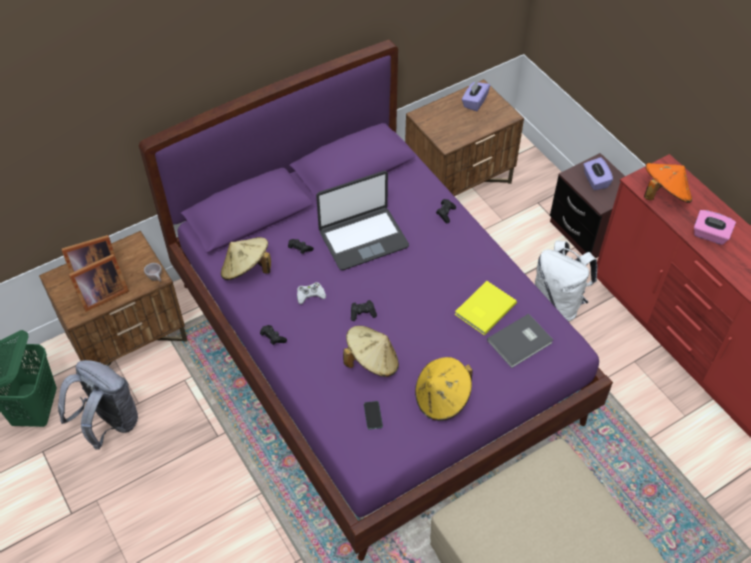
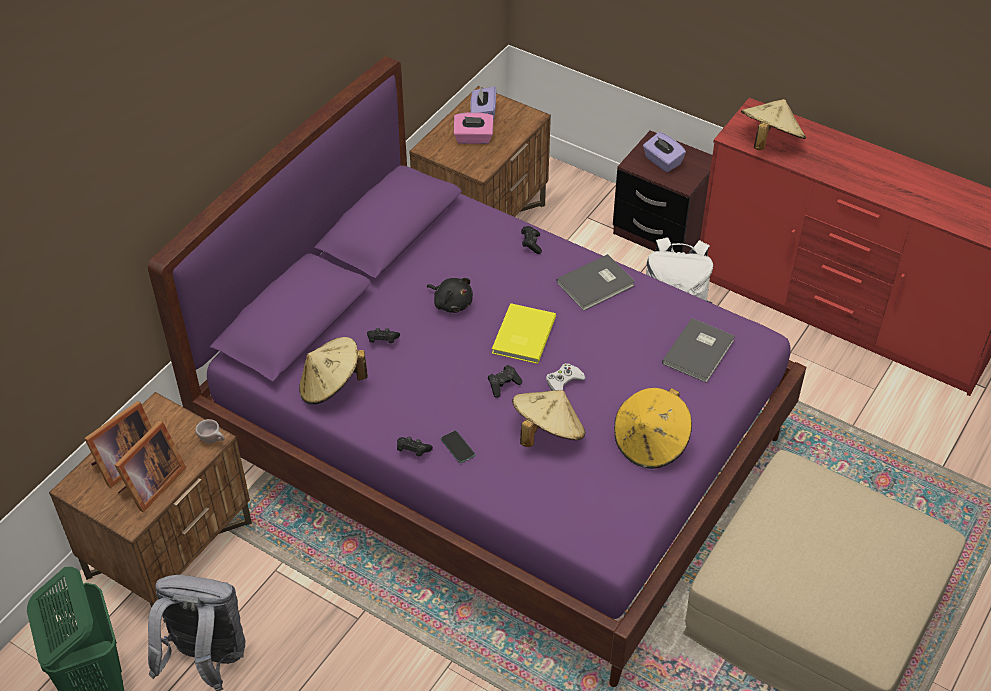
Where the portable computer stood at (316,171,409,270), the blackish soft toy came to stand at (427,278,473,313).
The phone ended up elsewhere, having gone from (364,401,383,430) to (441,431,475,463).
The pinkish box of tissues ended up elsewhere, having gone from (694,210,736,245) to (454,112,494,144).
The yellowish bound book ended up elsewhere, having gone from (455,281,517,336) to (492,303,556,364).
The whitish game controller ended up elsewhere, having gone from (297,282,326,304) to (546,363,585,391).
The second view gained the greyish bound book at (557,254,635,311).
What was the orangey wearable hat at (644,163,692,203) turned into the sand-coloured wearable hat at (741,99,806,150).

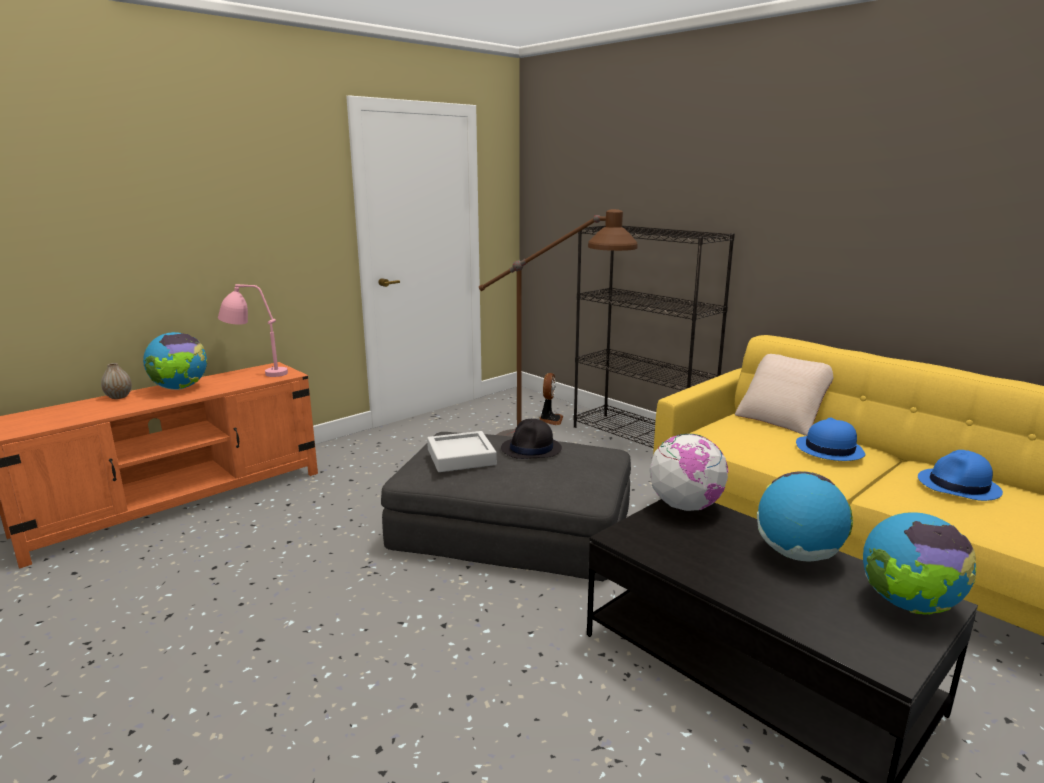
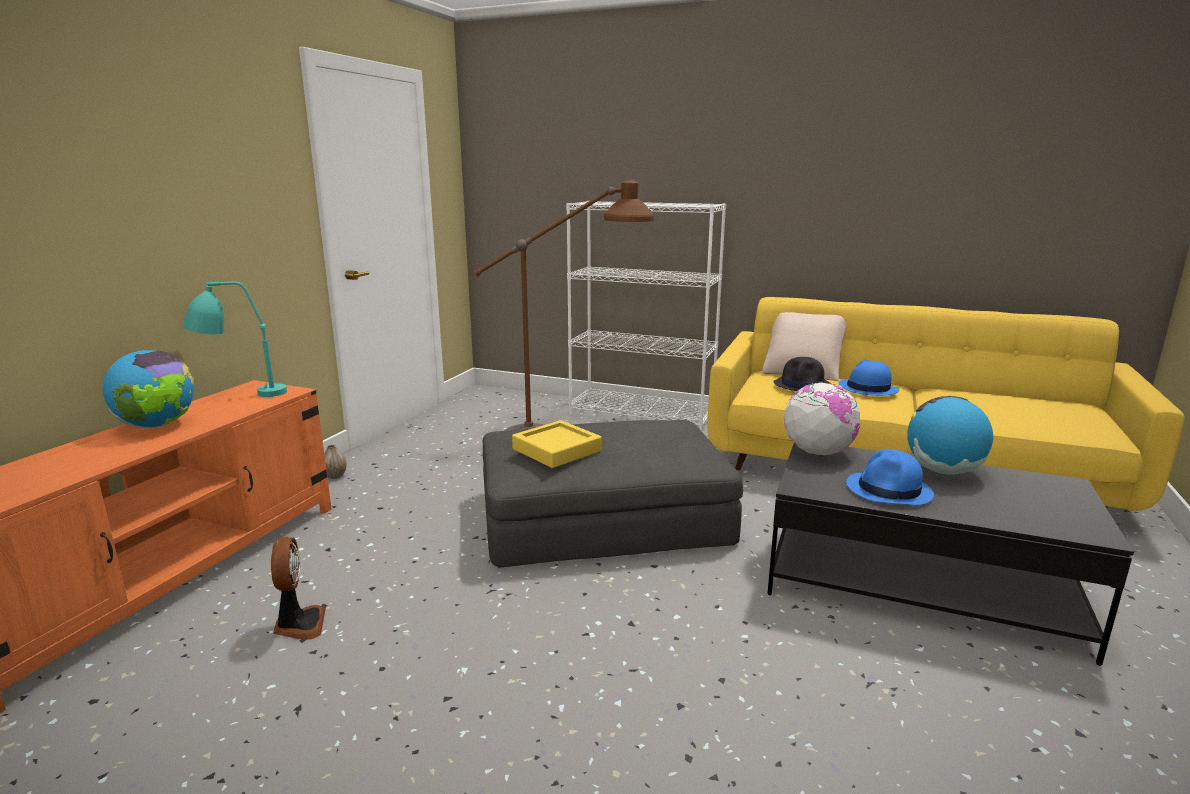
What was the pinkish tabletop lamp at (218,284,288,377) turned into the blue-green tabletop lamp at (183,282,287,397).
The fan ended up elsewhere, having gone from (539,373,563,425) to (271,537,326,640).
The flower vase ended up elsewhere, having gone from (101,363,132,399) to (324,445,347,479).
What was the greyish carrying tray at (427,431,497,472) turned into the yellowish carrying tray at (512,420,602,468).
What was the blackish shelving unit at (573,226,735,448) turned into the whitish shelving unit at (566,201,726,431).
The blackish wearable hat ended up elsewhere, having gone from (501,419,562,459) to (773,357,831,391).
The blue-coloured wearable hat ended up elsewhere, having gone from (918,450,1003,501) to (846,449,934,505).
The second view lost the globe at (863,512,976,615).

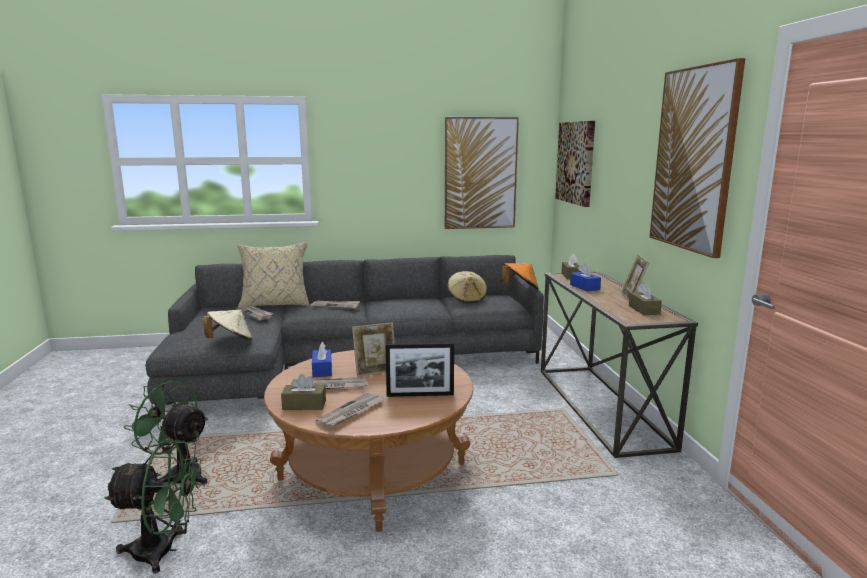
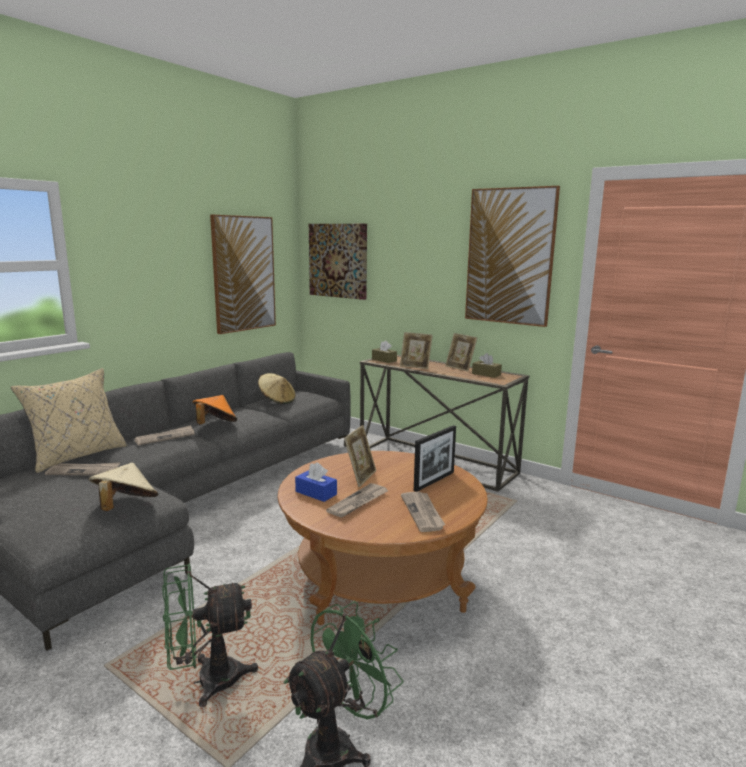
The orangey wearable hat ended up elsewhere, having gone from (502,263,539,289) to (193,395,237,424).
Where the blue-coloured box of tissues stood at (570,263,601,291), the photo frame came to stand at (400,332,433,369).
The second view lost the brownish box of tissues at (281,374,326,410).

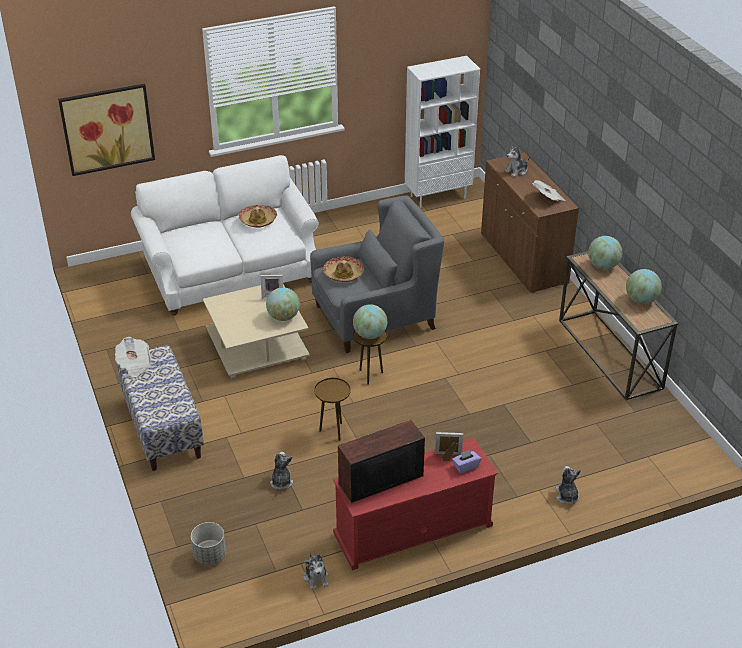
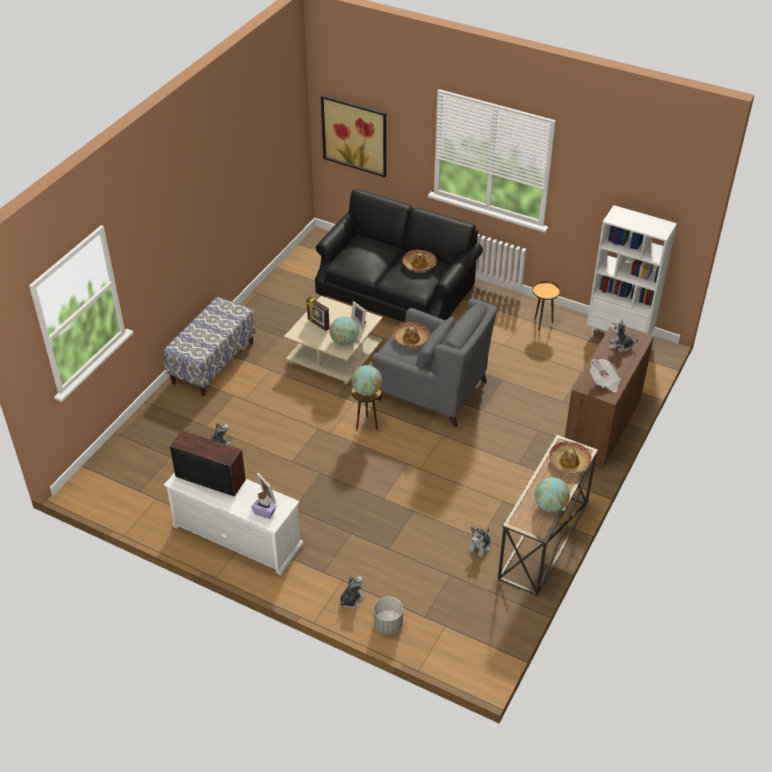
What was the red media console at (333,438,498,570) turned into the whitish media console at (164,473,304,575).
The second view gained the photo frame at (306,297,330,331).
What was the whitish couch at (131,155,319,316) turned into the blackish couch at (315,189,483,323).
The greyish planter ended up elsewhere, having gone from (191,522,226,565) to (374,597,403,634).
The soft toy ended up elsewhere, having gone from (304,552,329,590) to (469,527,491,557).
The brownish accent table ended up elsewhere, having gone from (314,378,351,441) to (532,281,560,330).
Where the globe stood at (588,236,622,269), the wearable hat came to stand at (549,441,591,474).
The second view lost the newspaper at (115,337,151,377).

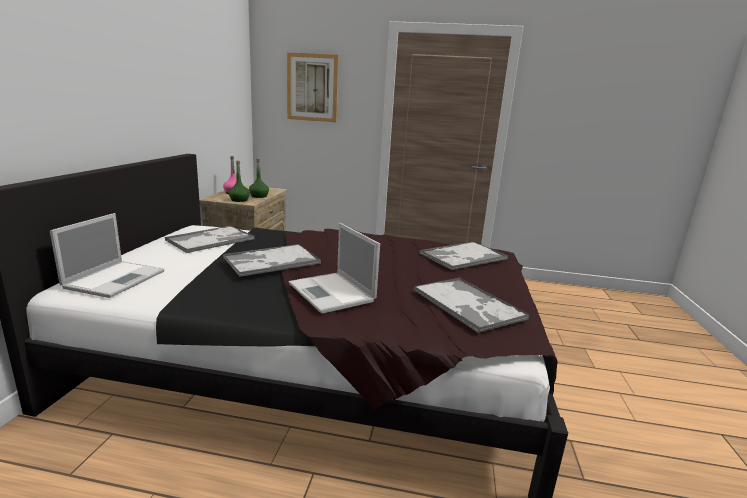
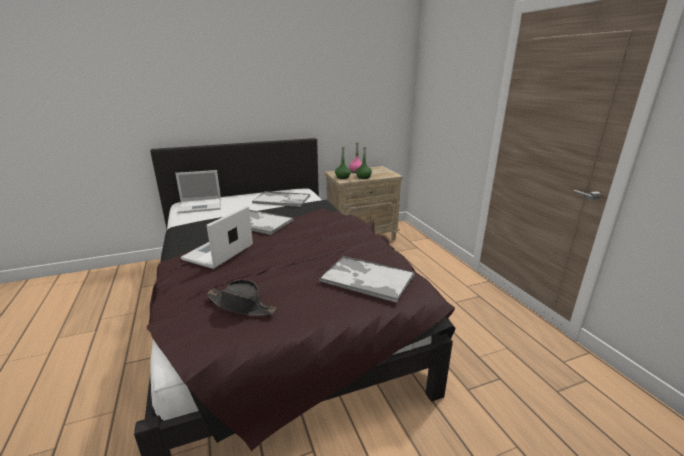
Where the carrying tray stood at (413,277,530,333), the blackish wearable hat came to stand at (206,280,277,316).
The second view lost the picture at (287,52,339,122).

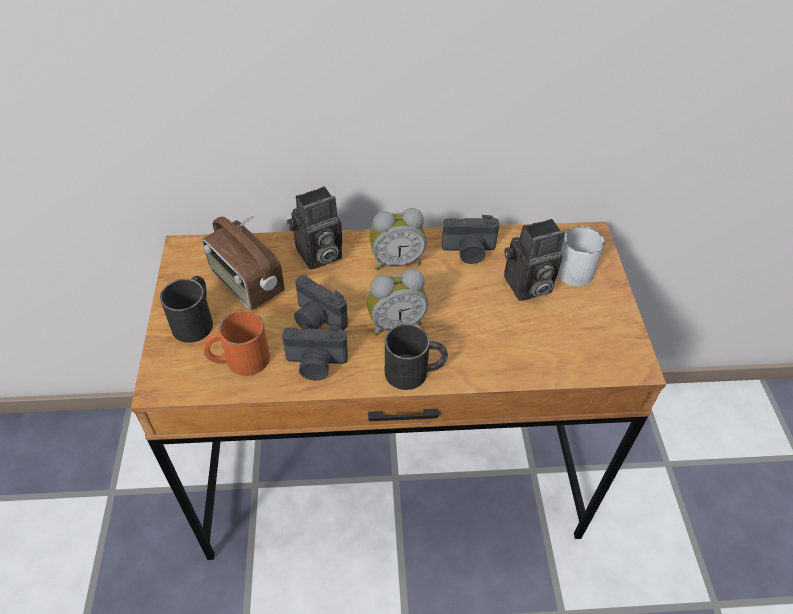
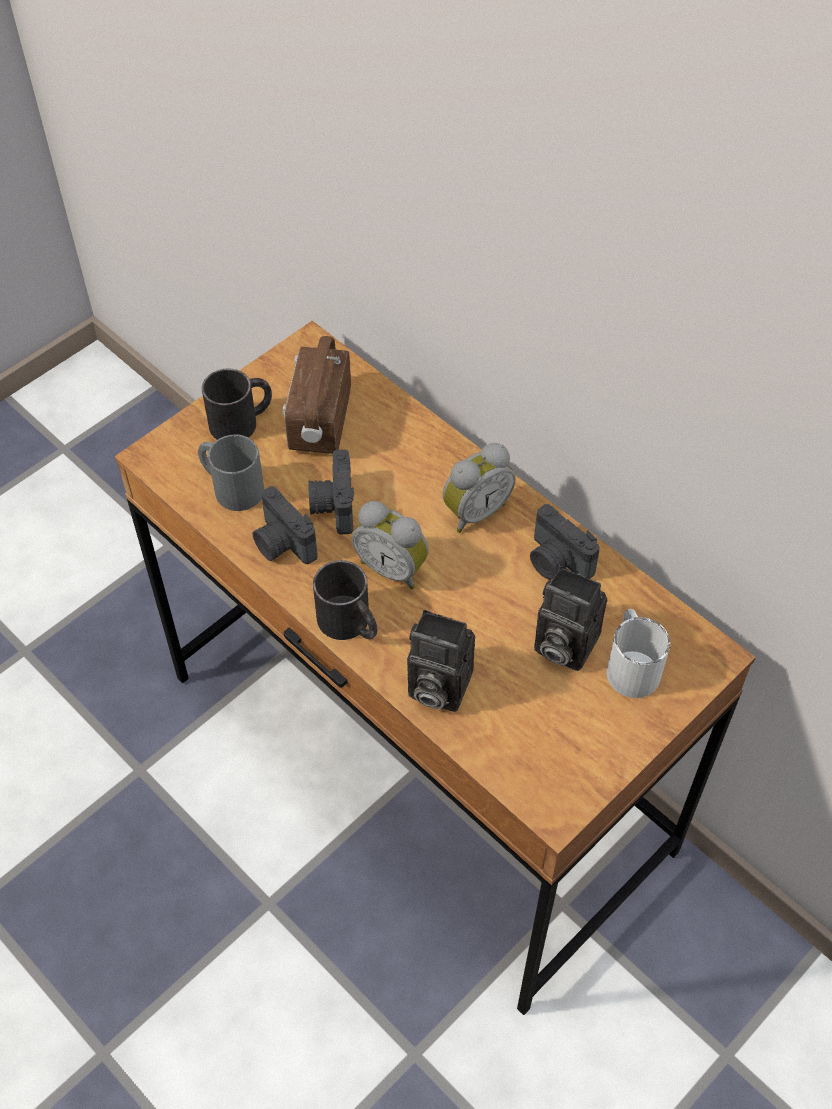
What was the orangey coffee mug at (203,310,270,376) turned into the greyish coffee mug at (198,434,264,511).
The still camera ended up elsewhere, having gone from (287,186,342,270) to (407,610,475,712).
The alarm clock at (369,208,426,270) ended up facing another way, 75 degrees counterclockwise from before.

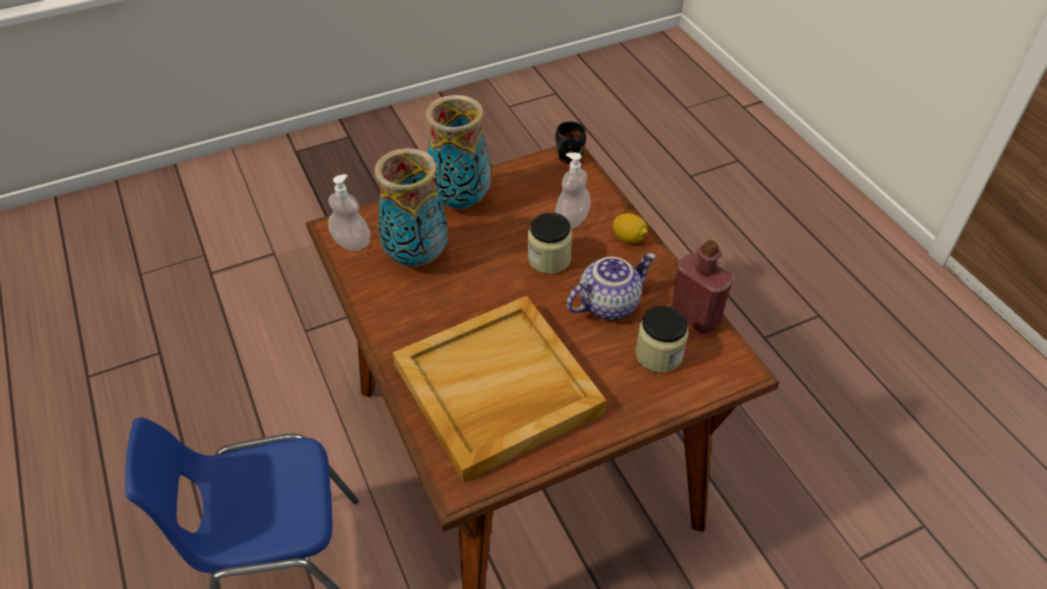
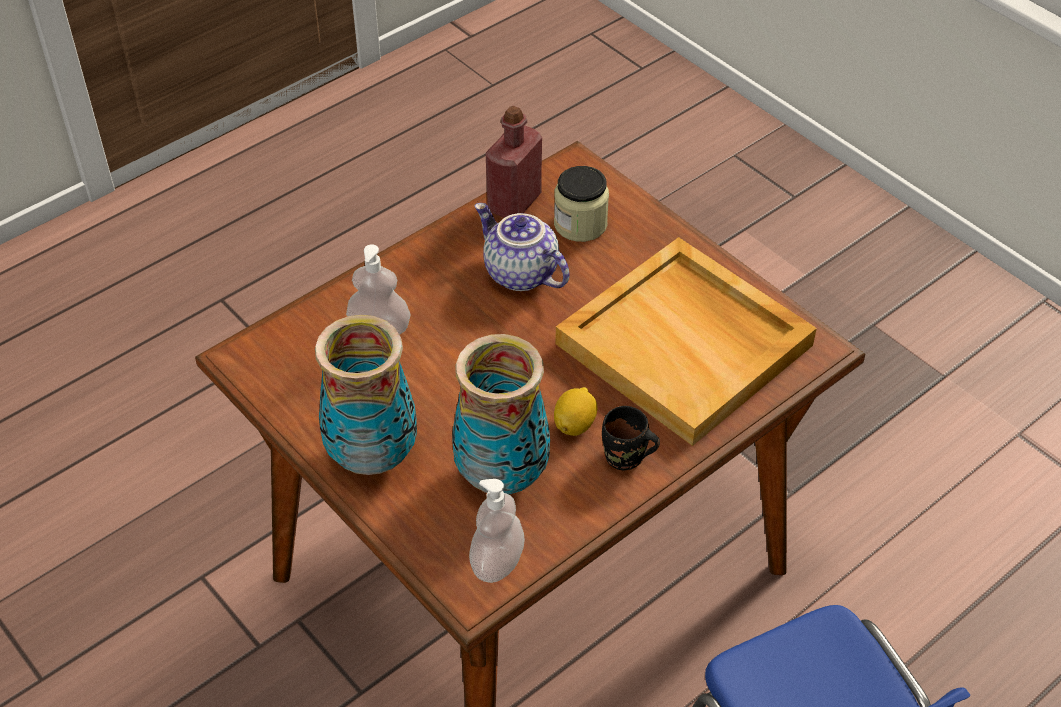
The citrus fruit ended up elsewhere, having gone from (613,213,648,243) to (554,387,598,436).
The blackish coffee mug ended up elsewhere, having gone from (555,121,586,164) to (602,406,660,470).
The second view lost the storage jar at (528,213,572,274).

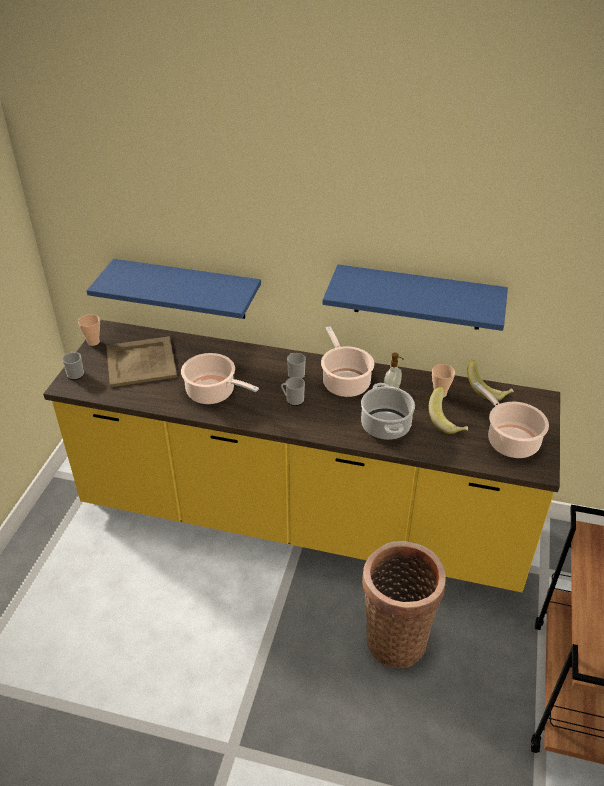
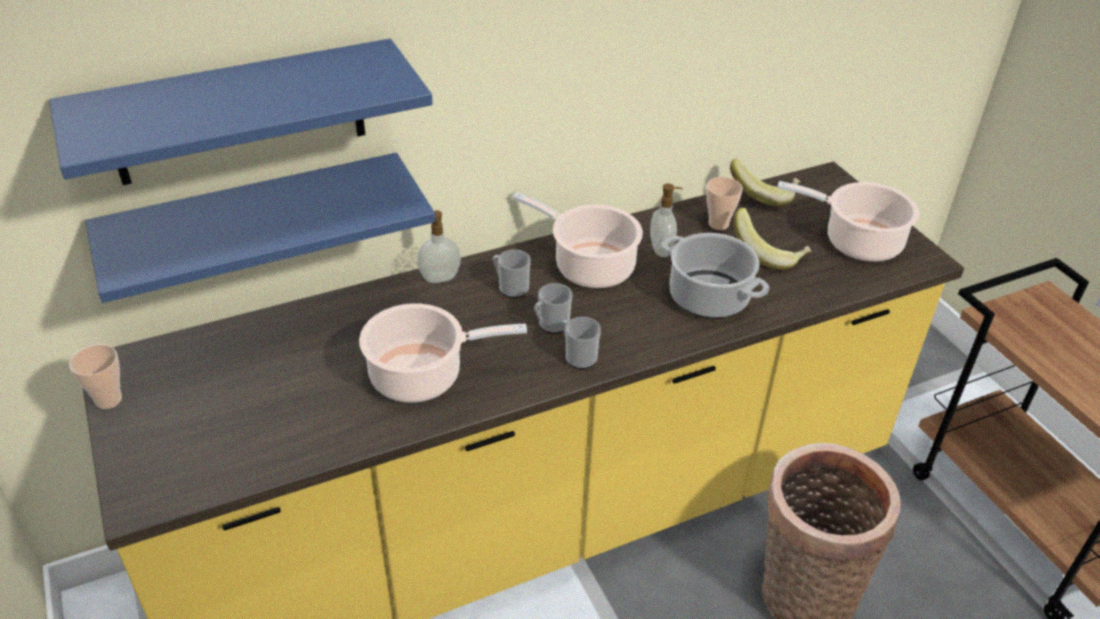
The blue-coloured wall shelf ended up elsewhere, having gone from (323,265,508,331) to (49,39,433,185).
The second view gained the soap bottle at (417,210,461,283).
The coffee mug ended up elsewhere, having gone from (62,352,84,380) to (562,317,601,369).
The second view lost the sand-coloured carrying tray at (106,336,177,387).

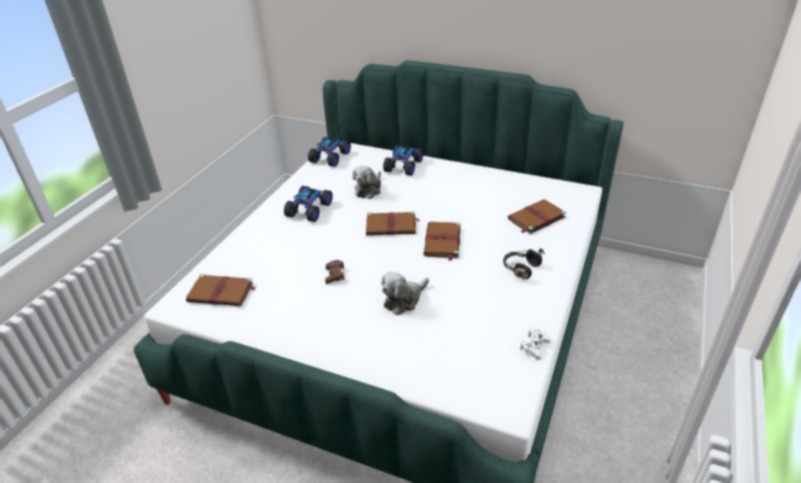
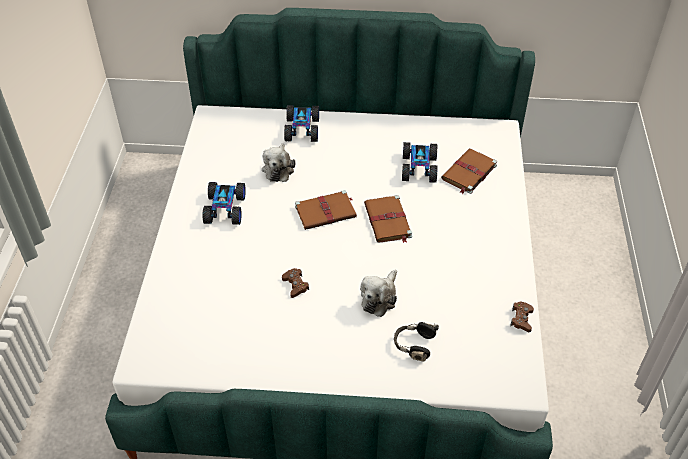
The blackish pair of headphones ended up elsewhere, having gone from (503,248,545,279) to (394,322,439,362).
The toy car ended up elsewhere, having gone from (308,137,351,167) to (402,142,437,183).
What was the whitish game controller at (521,329,551,360) turned into the brownish game controller at (510,302,534,332).
The second view lost the brownish bound book at (186,274,255,306).

